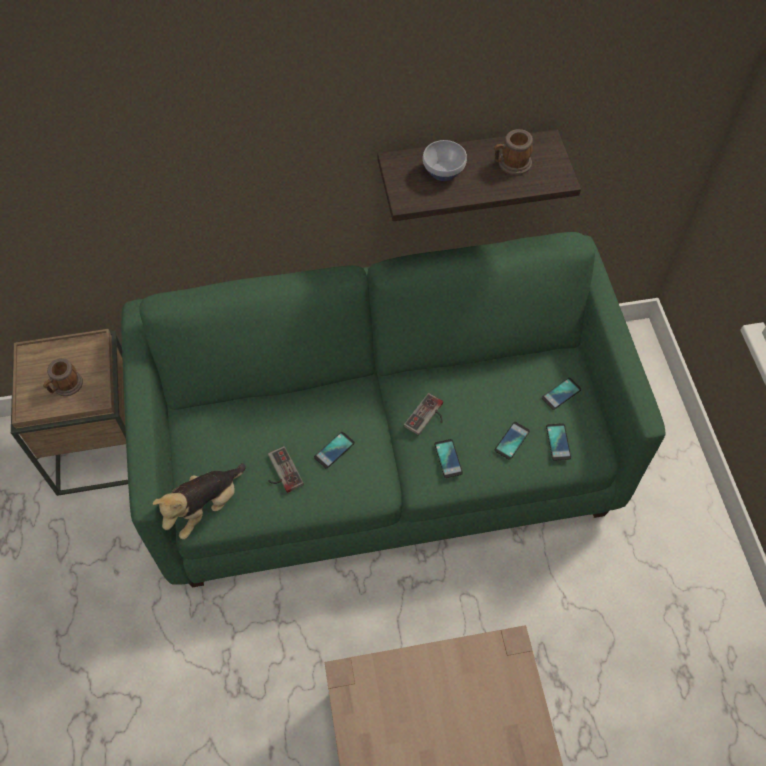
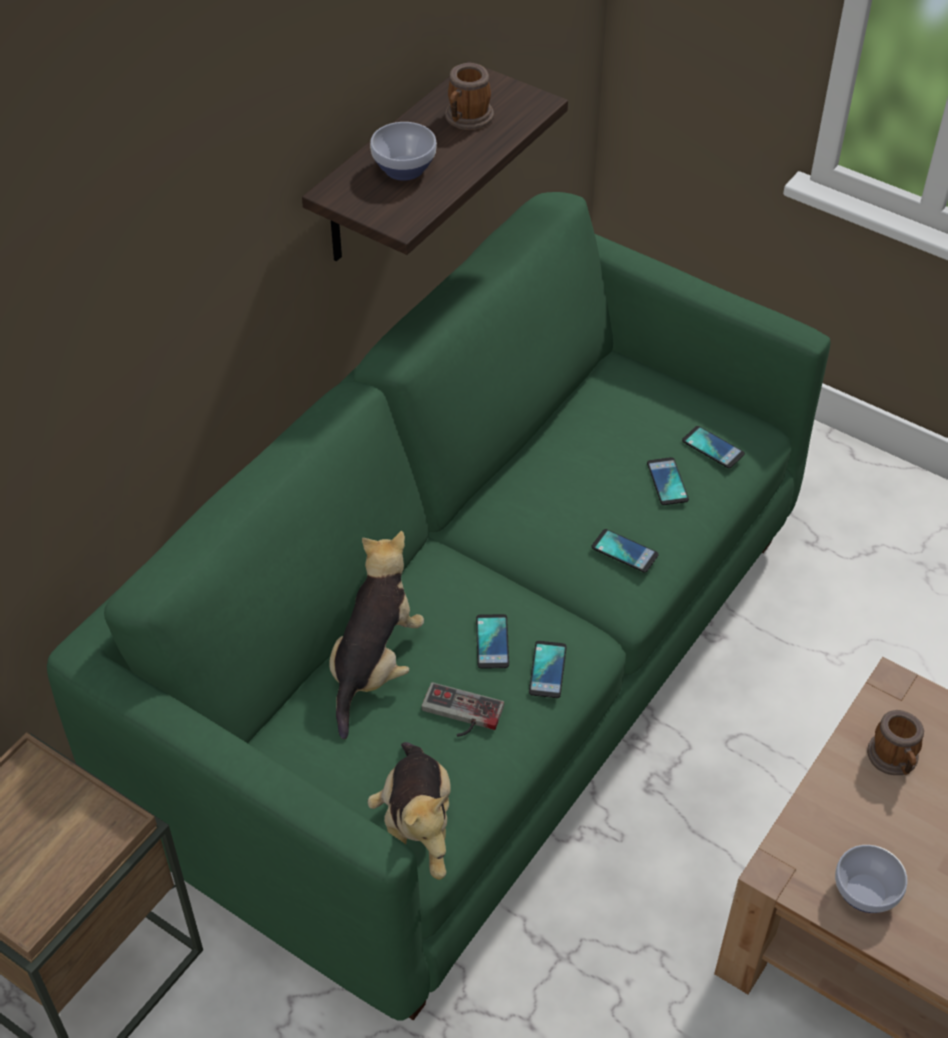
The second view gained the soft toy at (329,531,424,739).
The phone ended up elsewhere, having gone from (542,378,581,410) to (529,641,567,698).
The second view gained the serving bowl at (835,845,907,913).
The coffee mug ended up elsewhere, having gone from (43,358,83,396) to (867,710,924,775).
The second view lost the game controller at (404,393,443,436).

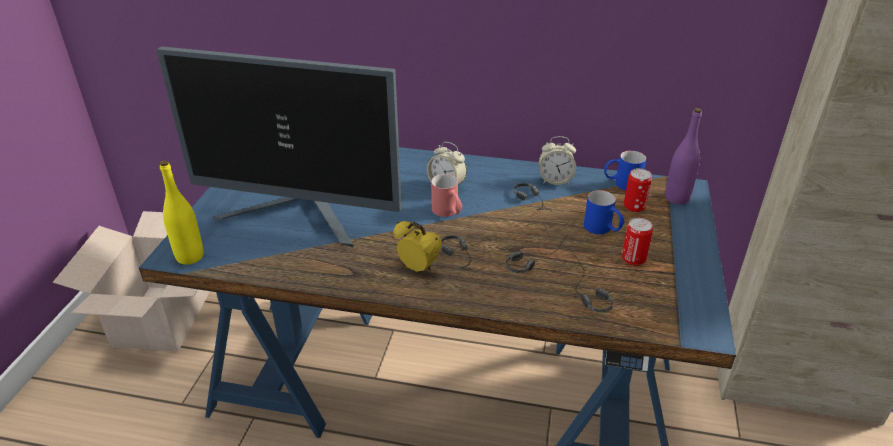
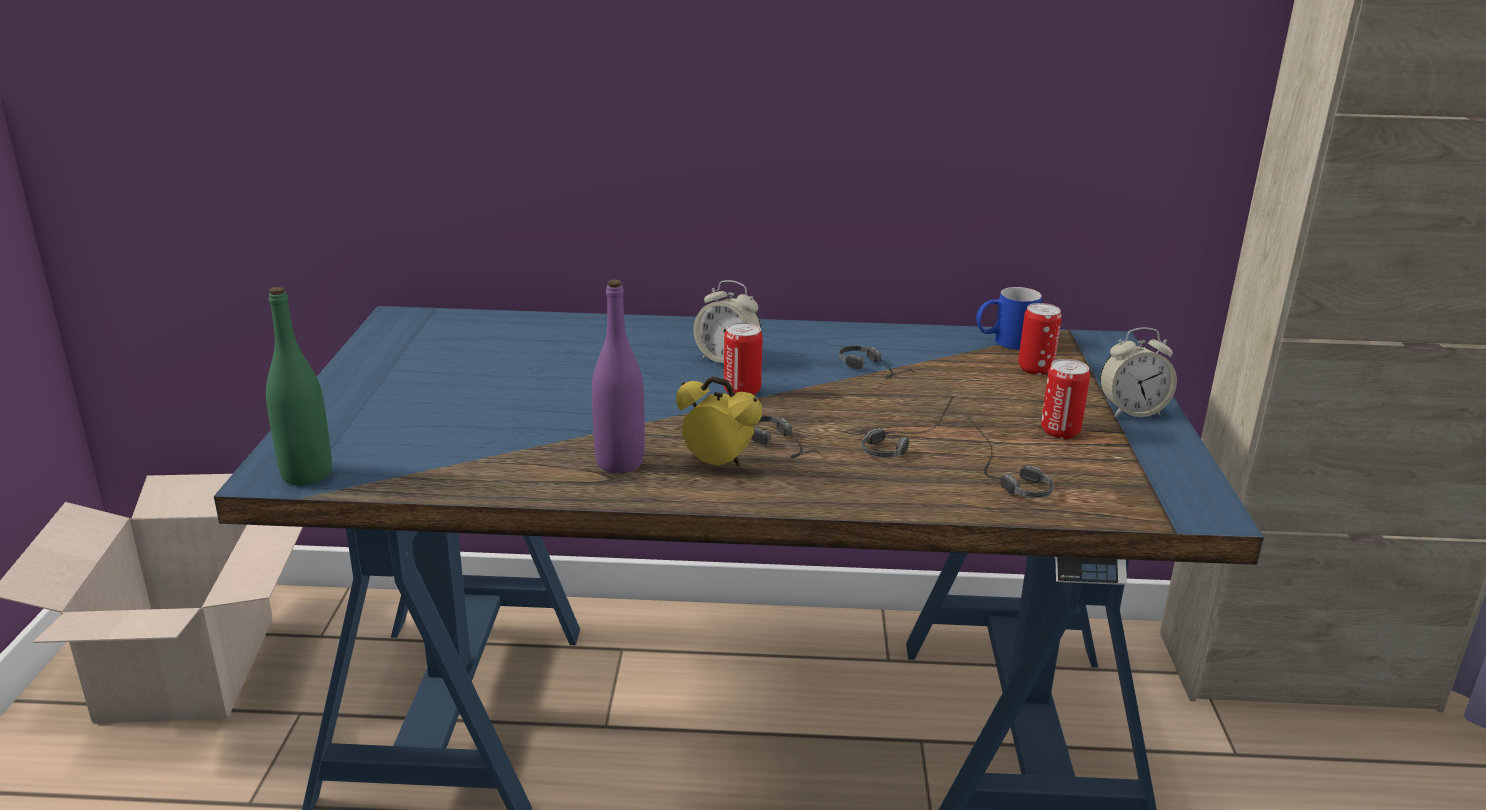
What was the yellowish drink bottle at (160,160,204,265) turned into the green-coloured drink bottle at (266,287,332,486).
The purplish drink bottle ended up elsewhere, having gone from (665,108,702,205) to (592,279,645,473).
Where the red coffee mug stood at (431,174,462,217), the sealed can came to stand at (724,322,763,396).
The alarm clock ended up elsewhere, having gone from (539,136,576,185) to (1100,327,1177,417).
The second view lost the monitor at (156,46,402,248).
The second view lost the blue-coloured coffee mug at (584,190,624,234).

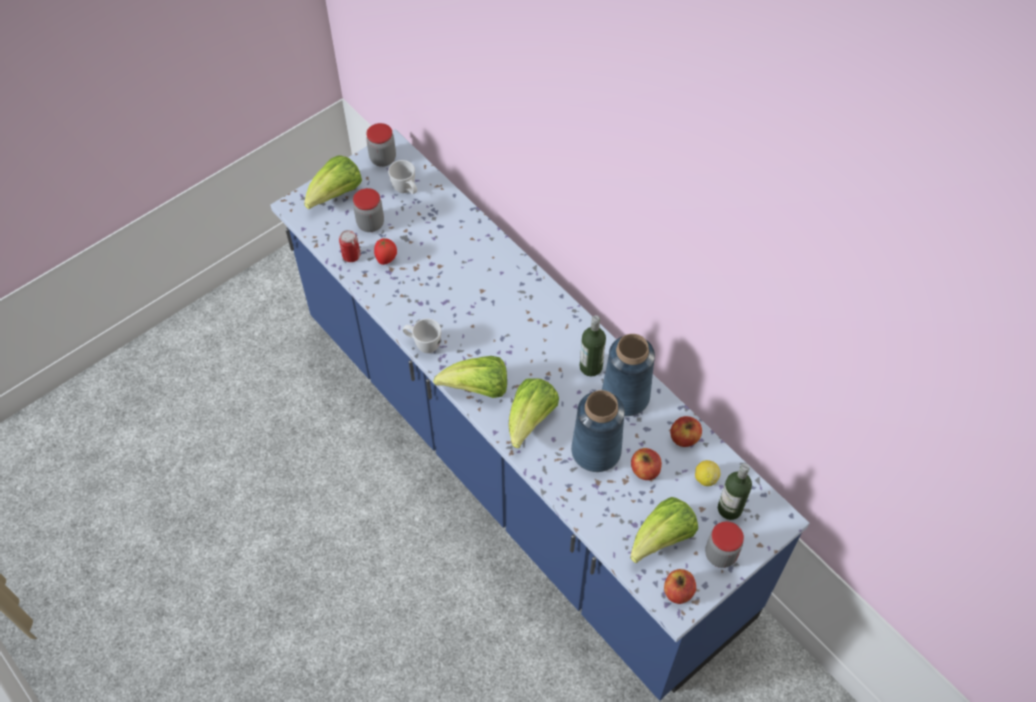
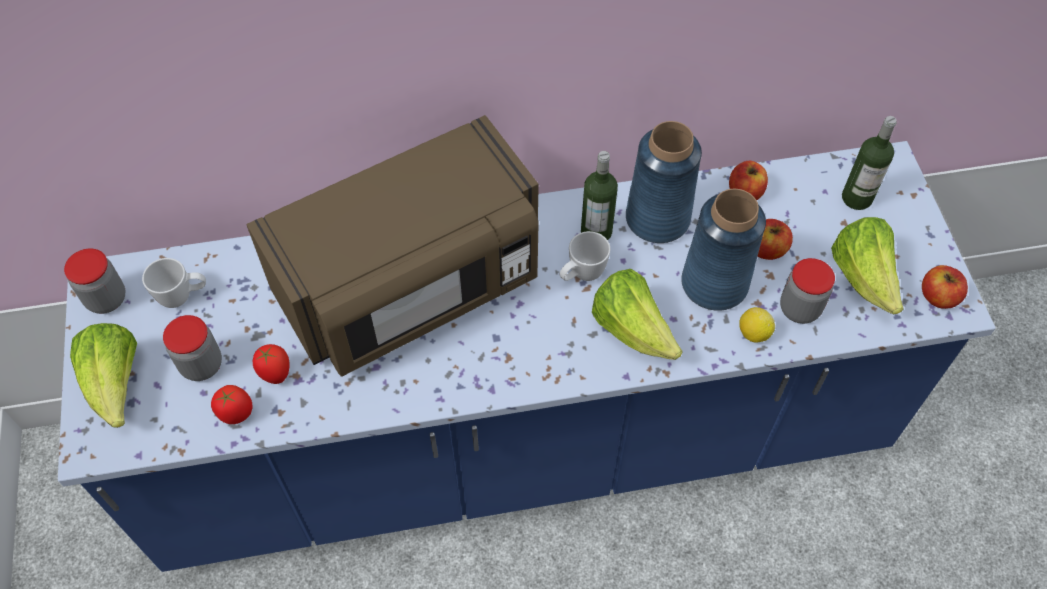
Where the sealed can stood at (339,230,360,262), the whole tomato came to stand at (211,385,252,424).
The second view gained the brownish kitchen microwave at (247,115,539,377).
The whitish coffee mug ended up elsewhere, having gone from (403,319,441,353) to (560,231,610,281).
The citrus fruit ended up elsewhere, having gone from (695,460,720,486) to (740,307,775,343).
The storage jar ended up elsewhere, having gone from (705,521,744,568) to (780,258,835,324).
The second view lost the lettuce at (433,356,507,398).

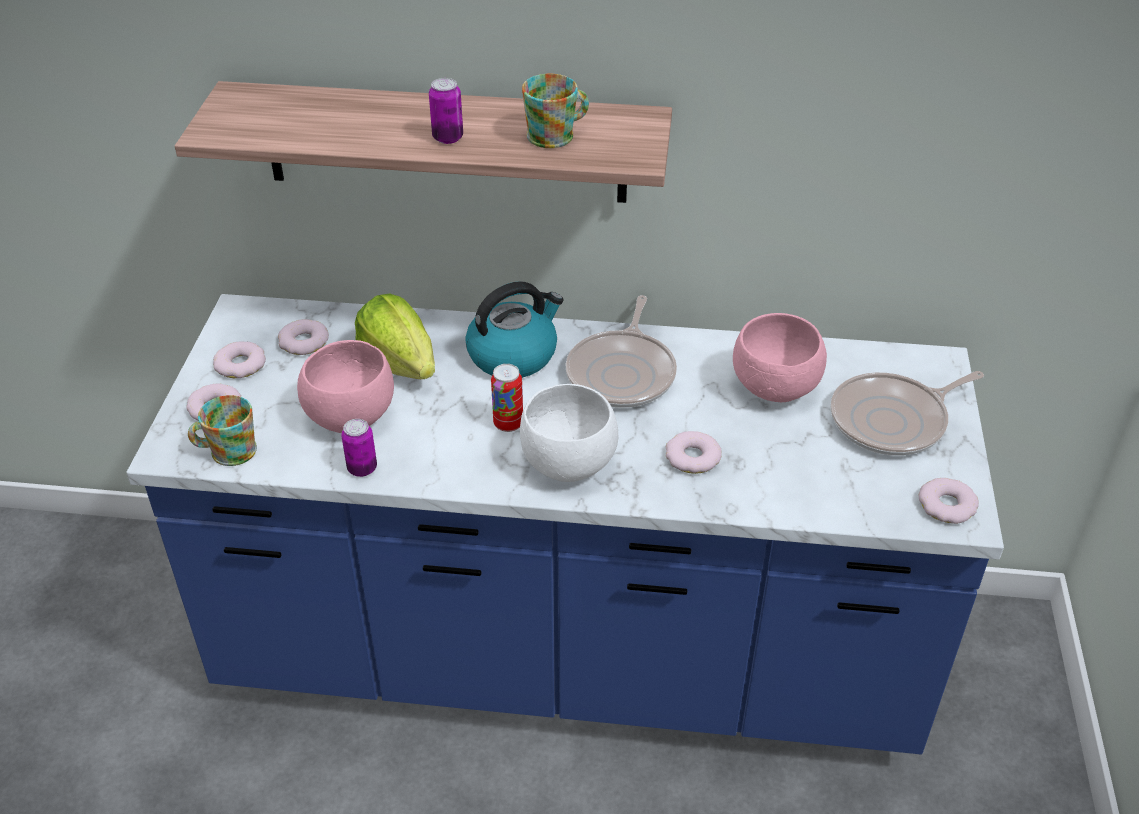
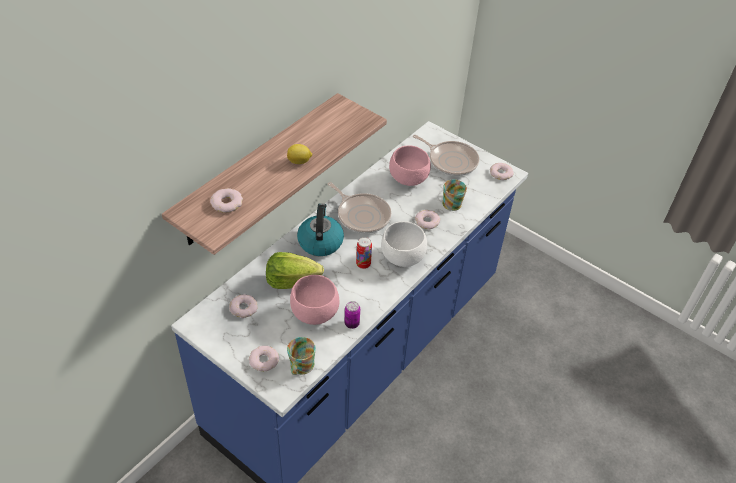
The doughnut ended up elsewhere, having gone from (213,341,266,378) to (210,188,243,213).
Where the sealed can stood at (429,78,463,144), the citrus fruit came to stand at (287,144,312,164).
The frying pan at (830,371,984,456) ended up facing another way, 60 degrees counterclockwise from before.
The coffee mug ended up elsewhere, having gone from (522,74,589,148) to (442,179,467,211).

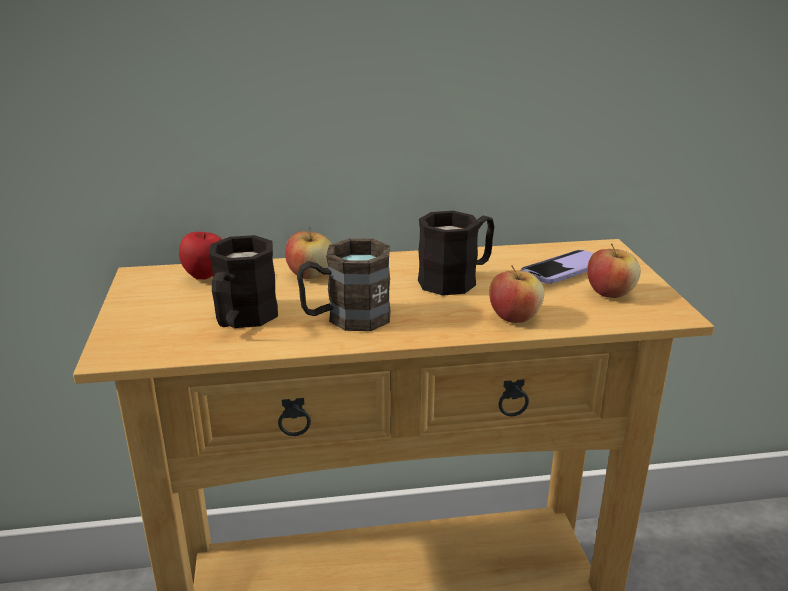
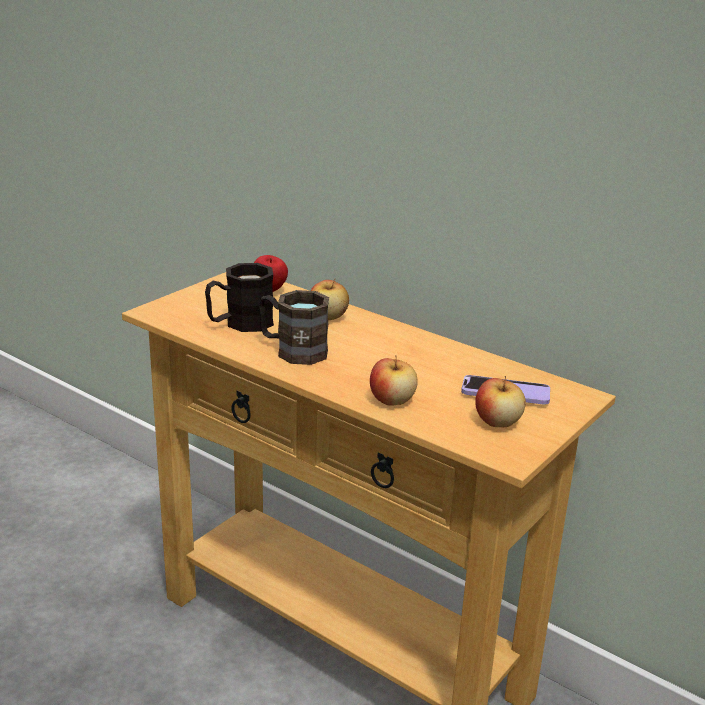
The second view lost the blackish coffee mug at (418,211,494,296).

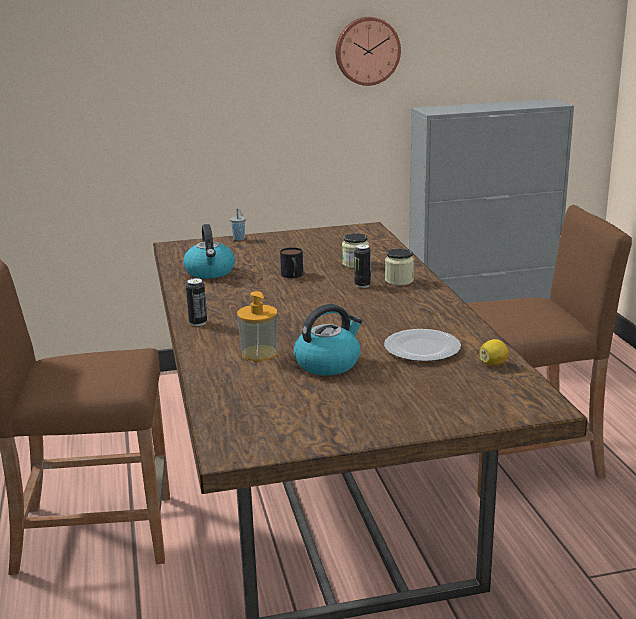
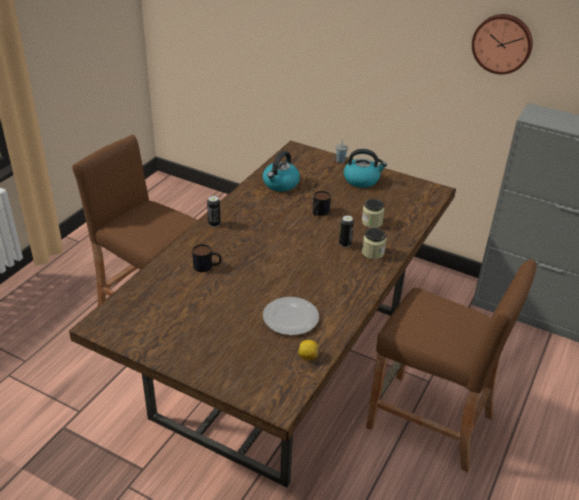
Where the soap bottle stood at (237,291,277,361), the coffee mug came to stand at (192,244,221,272).
The kettle ended up elsewhere, having gone from (294,304,362,375) to (344,149,387,188).

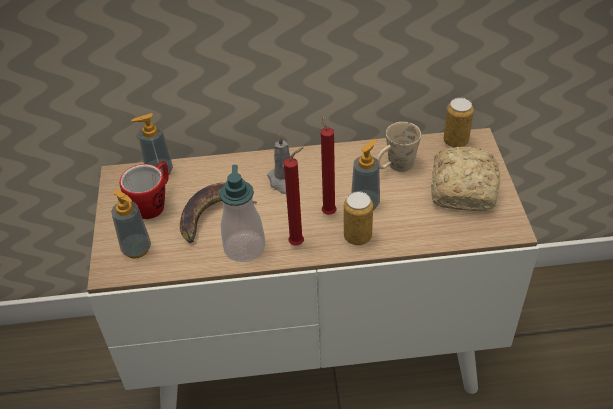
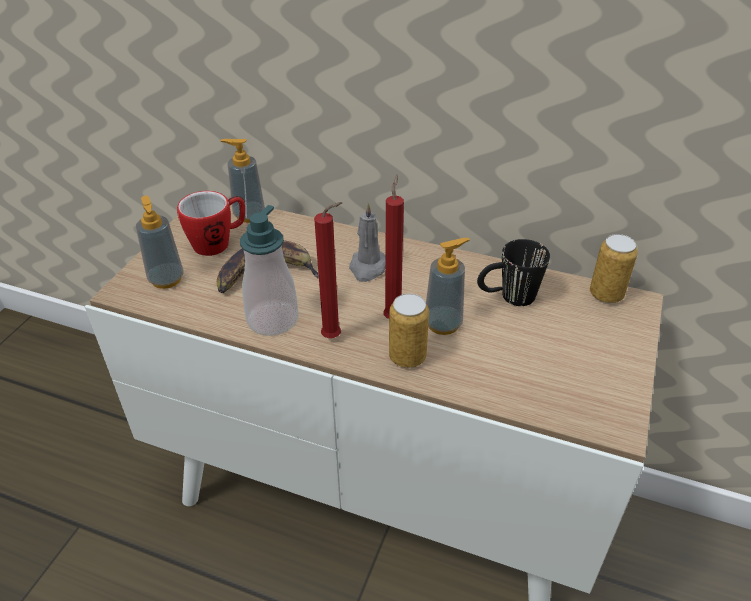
What was the sand-coloured coffee mug at (377,122,421,172) turned into the blackish coffee mug at (477,239,550,306).
The second view lost the bread at (431,146,501,211).

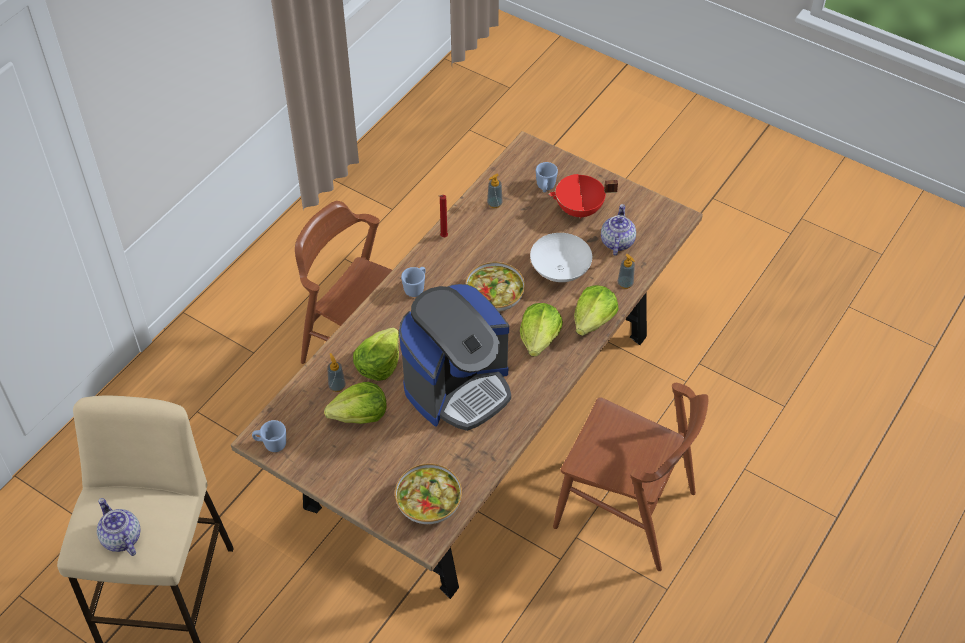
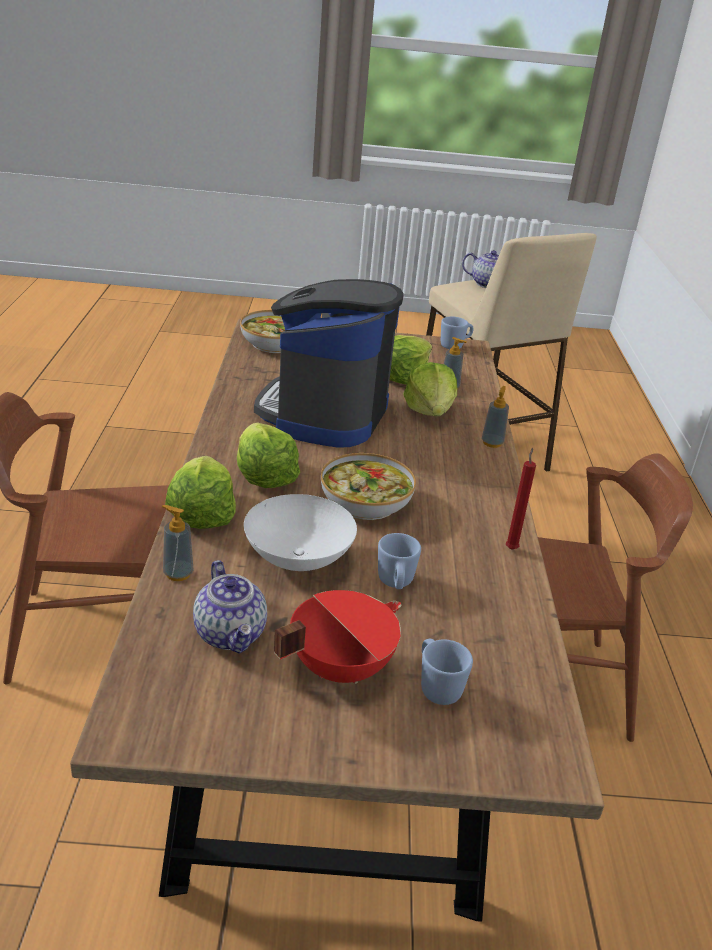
The blue-coloured coffee mug ended up elsewhere, having gone from (401,267,426,297) to (378,533,421,589).
The soap bottle ended up elsewhere, having gone from (487,174,503,208) to (482,386,509,448).

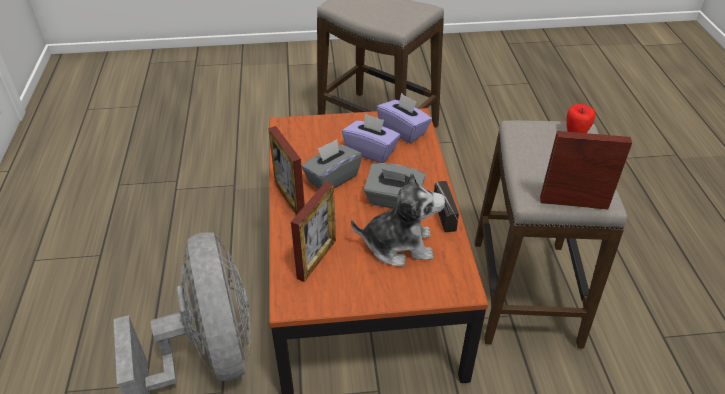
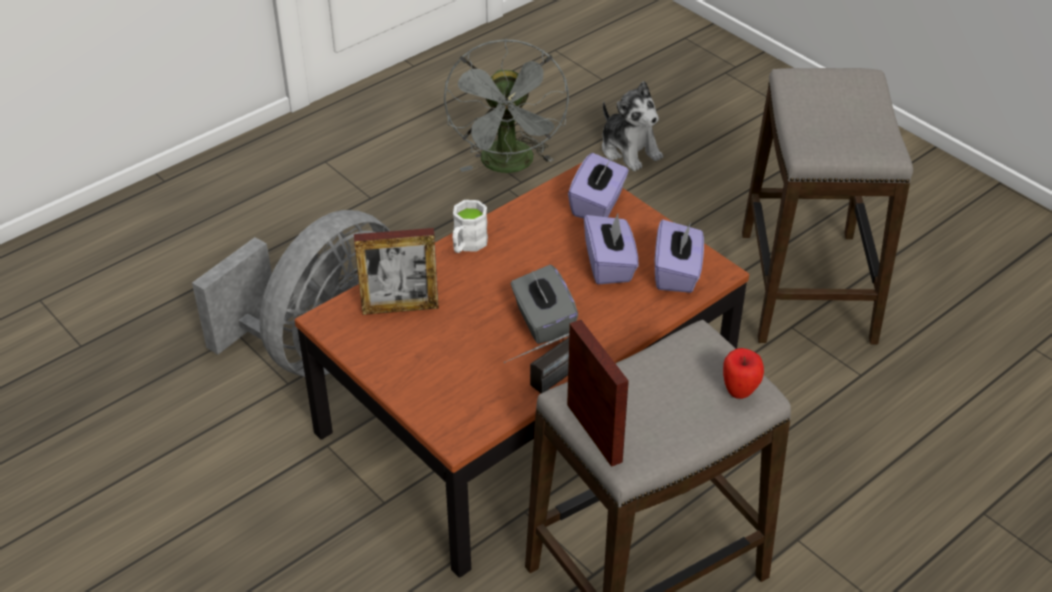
The second view gained the greyish fan at (444,39,569,173).
Where the photo frame stood at (268,126,305,215), the whitish coffee mug came to stand at (452,200,488,253).
The second view gained the purplish box of tissues at (568,153,629,218).
The soft toy ended up elsewhere, having gone from (351,172,446,267) to (602,81,663,171).
The second view lost the greyish box of tissues at (301,139,362,189).

